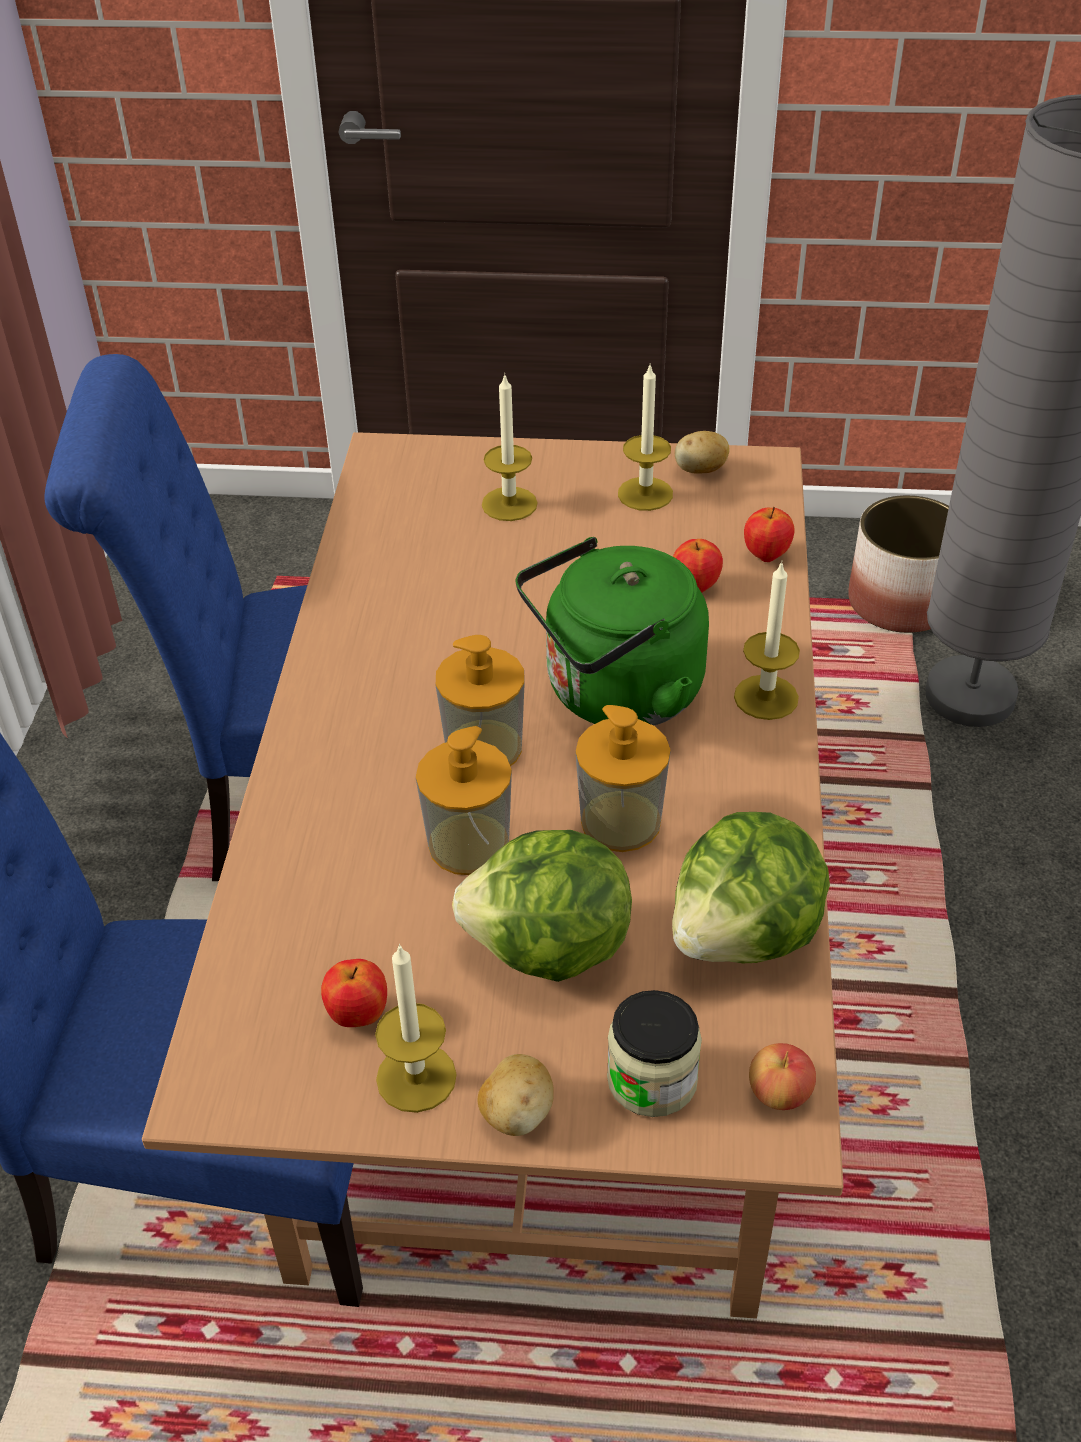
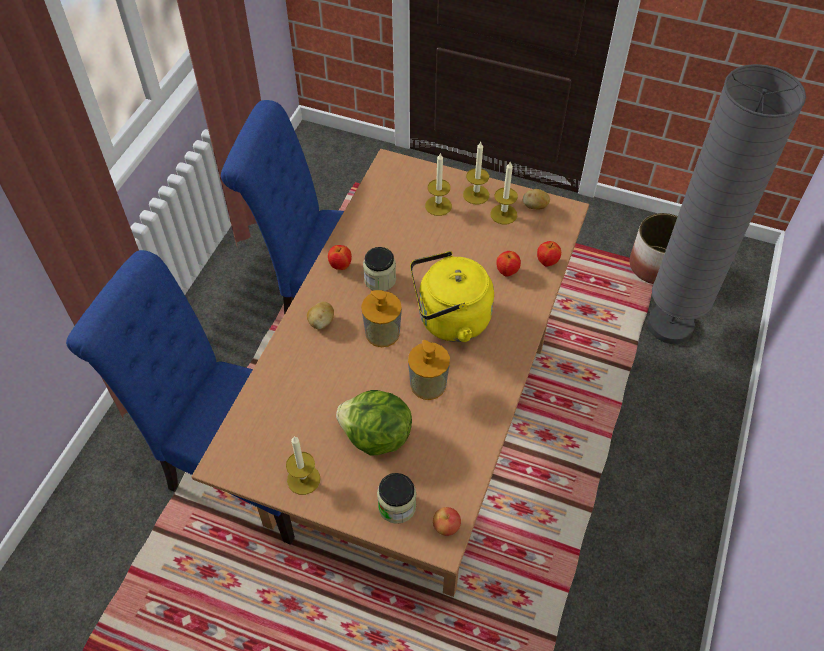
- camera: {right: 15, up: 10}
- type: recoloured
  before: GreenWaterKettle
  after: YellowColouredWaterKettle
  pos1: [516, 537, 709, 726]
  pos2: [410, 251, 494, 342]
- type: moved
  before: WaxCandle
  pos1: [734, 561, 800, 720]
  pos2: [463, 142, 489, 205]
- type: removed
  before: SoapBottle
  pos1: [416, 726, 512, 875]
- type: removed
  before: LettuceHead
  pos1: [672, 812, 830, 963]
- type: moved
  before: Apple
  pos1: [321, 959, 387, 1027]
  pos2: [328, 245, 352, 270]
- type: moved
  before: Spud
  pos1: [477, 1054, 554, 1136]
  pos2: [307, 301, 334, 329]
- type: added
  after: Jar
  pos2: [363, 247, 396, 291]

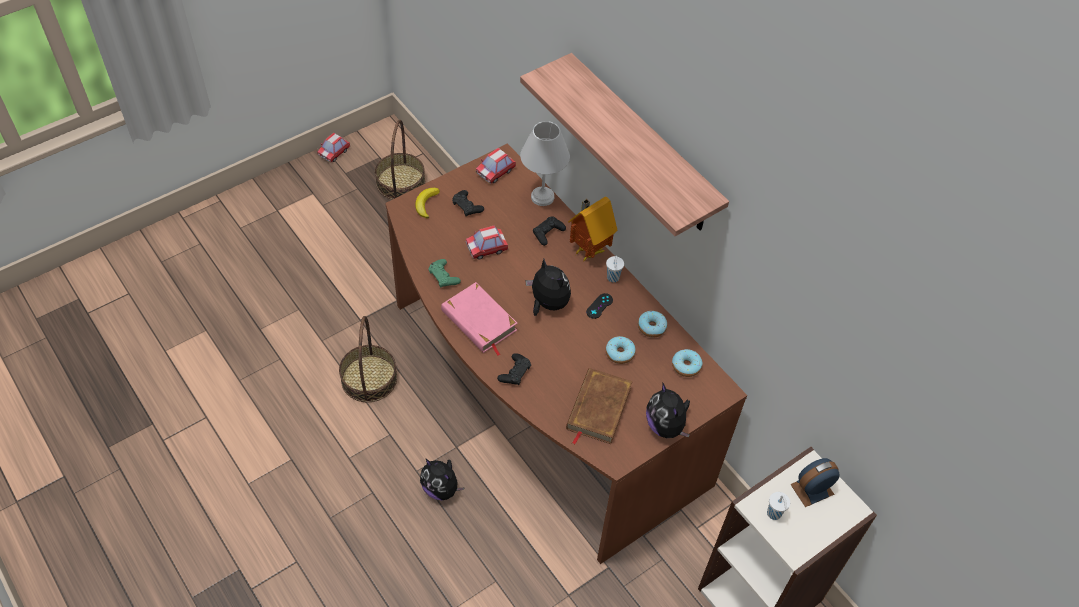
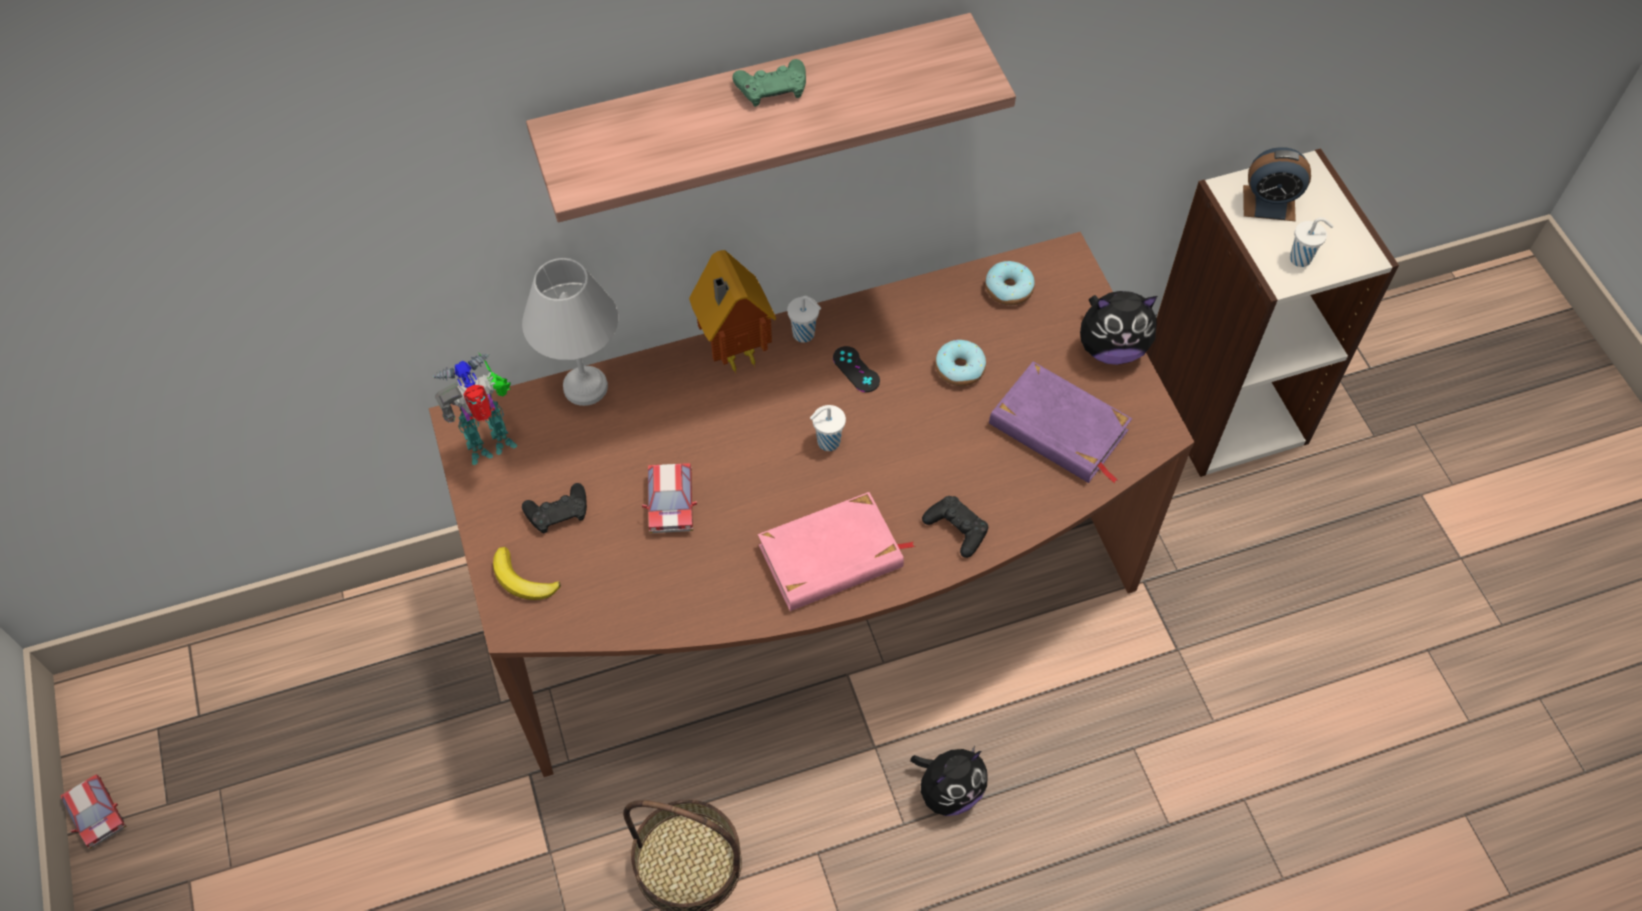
- camera: {right: -70, up: 5}
- type: removed
  before: Basket
  pos1: [375, 120, 425, 200]
- type: replaced
  before: ModelCar
  after: ModelRobot
  pos1: [476, 148, 516, 184]
  pos2: [432, 353, 517, 465]
- type: removed
  before: BlackColouredGameController
  pos1: [533, 216, 566, 246]
- type: moved
  before: GreenGameController
  pos1: [428, 259, 461, 288]
  pos2: [732, 59, 806, 107]
- type: replaced
  before: PlushToy
  after: WhiteColouredDrinkingCup
  pos1: [526, 259, 571, 316]
  pos2: [810, 405, 846, 451]
- type: removed
  before: Donut
  pos1: [638, 311, 667, 337]
- type: recoloured
  before: BrownBoundBook
  after: PurpleBoundBook
  pos1: [566, 368, 632, 445]
  pos2: [989, 362, 1132, 483]
- type: turned
  before: BedsideClock
  pos1: [790, 458, 840, 507]
  pos2: [1243, 147, 1311, 221]
  turn: -75

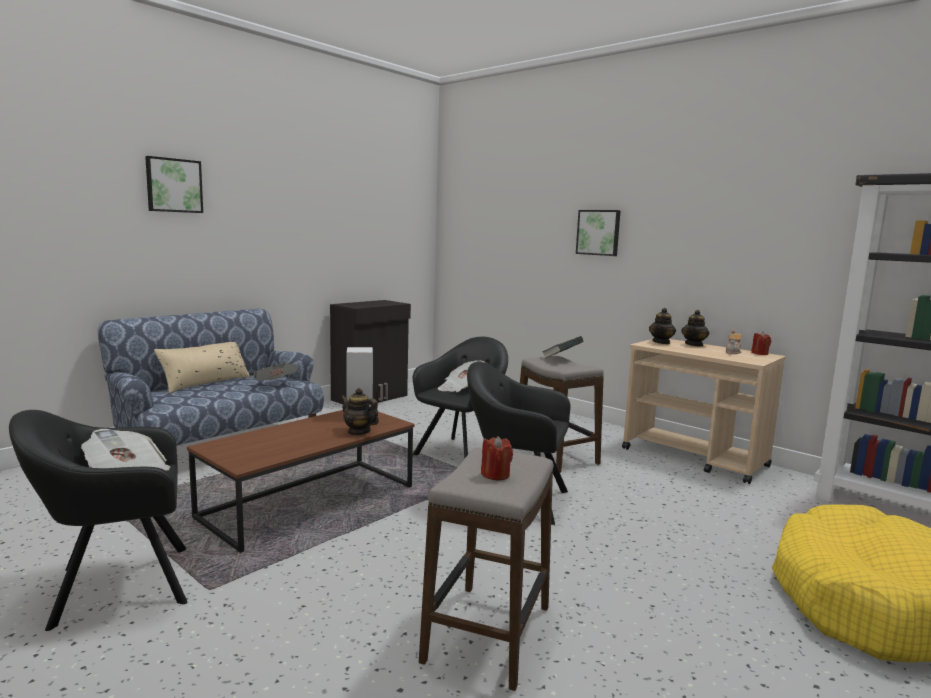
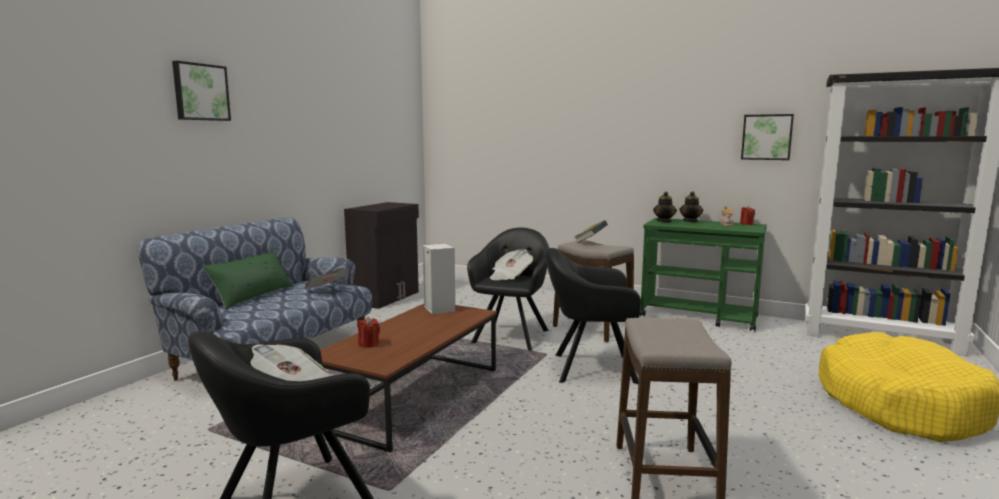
- camera: {right: -15, up: 0}
- type: moved
  before: Picture
  pos1: [576, 210, 621, 256]
  pos2: [741, 114, 794, 160]
- type: recoloured
  before: BeigeTrolley
  after: GreenTrolley
  pos1: [622, 339, 786, 484]
  pos2: [640, 218, 767, 332]
- type: recoloured
  before: BeigeCushion
  after: GreenCushion
  pos1: [154, 342, 250, 393]
  pos2: [202, 252, 293, 310]
- type: removed
  before: TeaPot
  pos1: [341, 388, 379, 436]
- type: moved
  before: ReddishWaxCandle
  pos1: [481, 436, 513, 480]
  pos2: [358, 317, 380, 348]

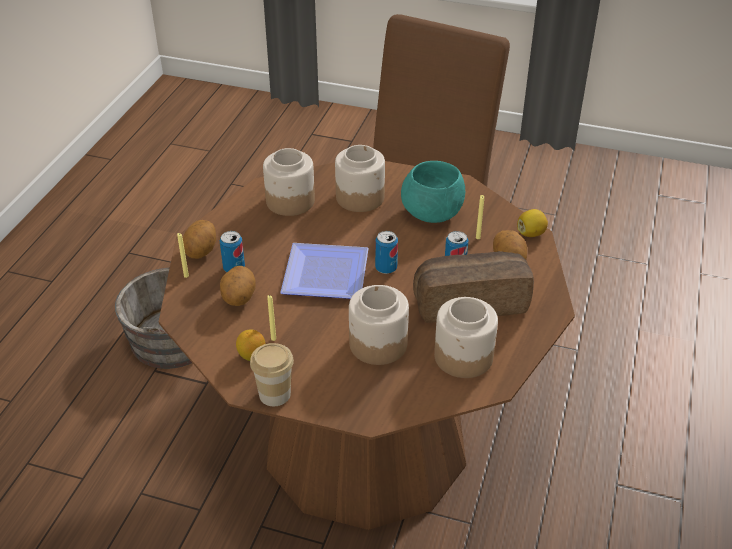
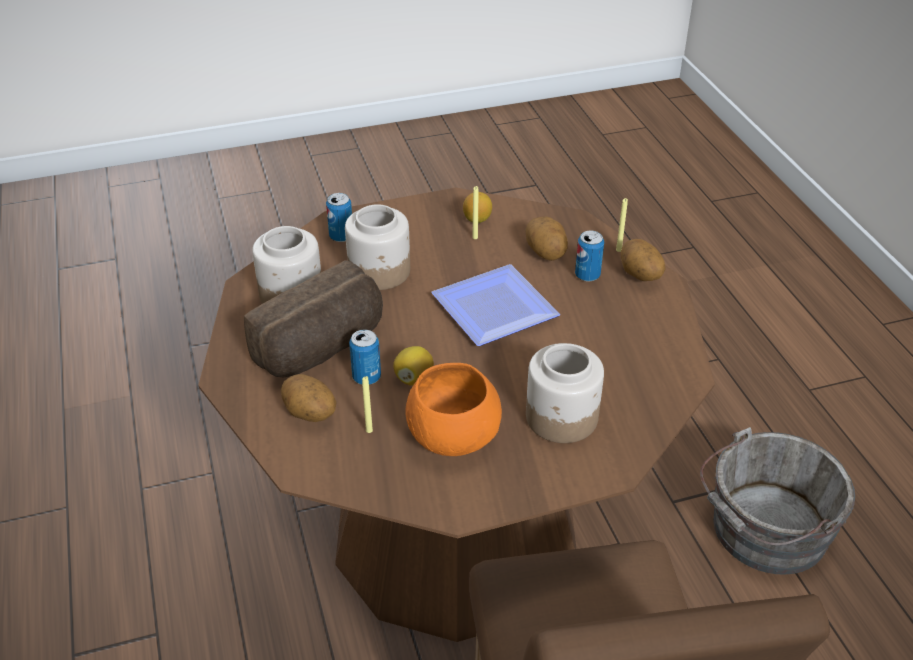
- camera: {right: 145, up: 0}
- type: removed
  before: Jar
  pos1: [263, 148, 315, 216]
- type: recoloured
  before: TurquoiseServingBowl
  after: OrangeServingBowl
  pos1: [401, 161, 465, 223]
  pos2: [405, 363, 502, 456]
- type: moved
  before: WholeLemon
  pos1: [517, 209, 548, 237]
  pos2: [393, 346, 434, 386]
- type: moved
  before: Can
  pos1: [375, 231, 398, 274]
  pos2: [326, 193, 352, 242]
- type: removed
  before: DrinkingCup
  pos1: [250, 343, 294, 406]

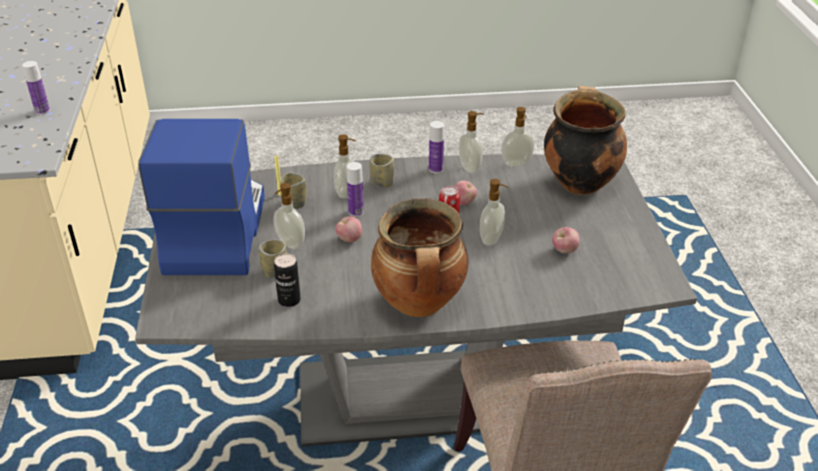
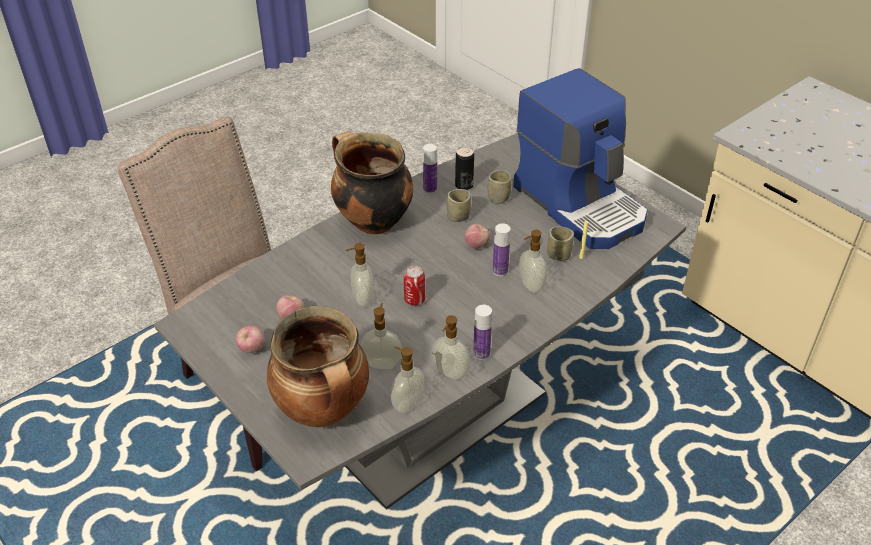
- camera: {right: 145, up: 5}
- type: moved
  before: Bottle
  pos1: [22, 61, 50, 115]
  pos2: [423, 144, 437, 194]
- type: moved
  before: DrinkingCup
  pos1: [370, 154, 394, 187]
  pos2: [447, 189, 471, 222]
- type: moved
  before: Apple
  pos1: [454, 181, 477, 205]
  pos2: [236, 325, 265, 353]
- type: moved
  before: SoapBottle
  pos1: [274, 183, 305, 249]
  pos2: [361, 303, 402, 369]

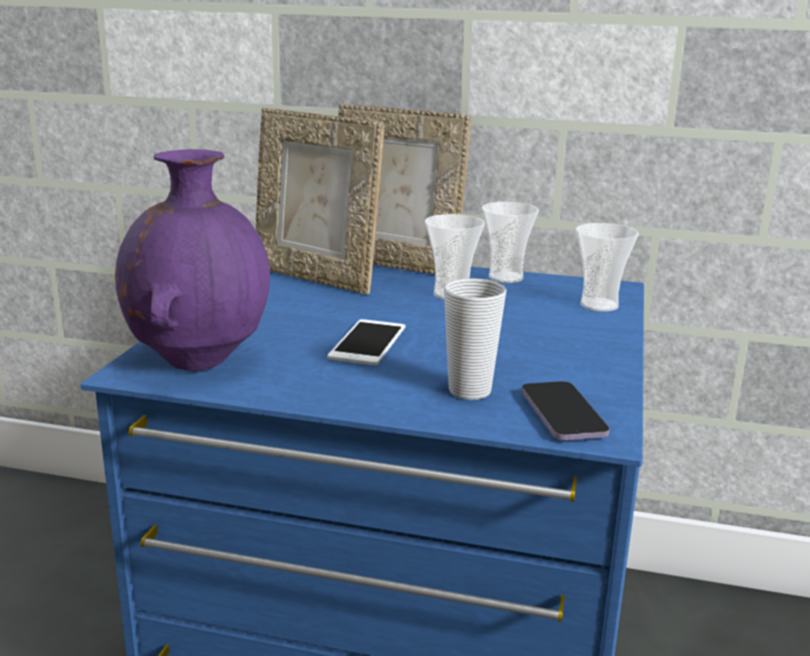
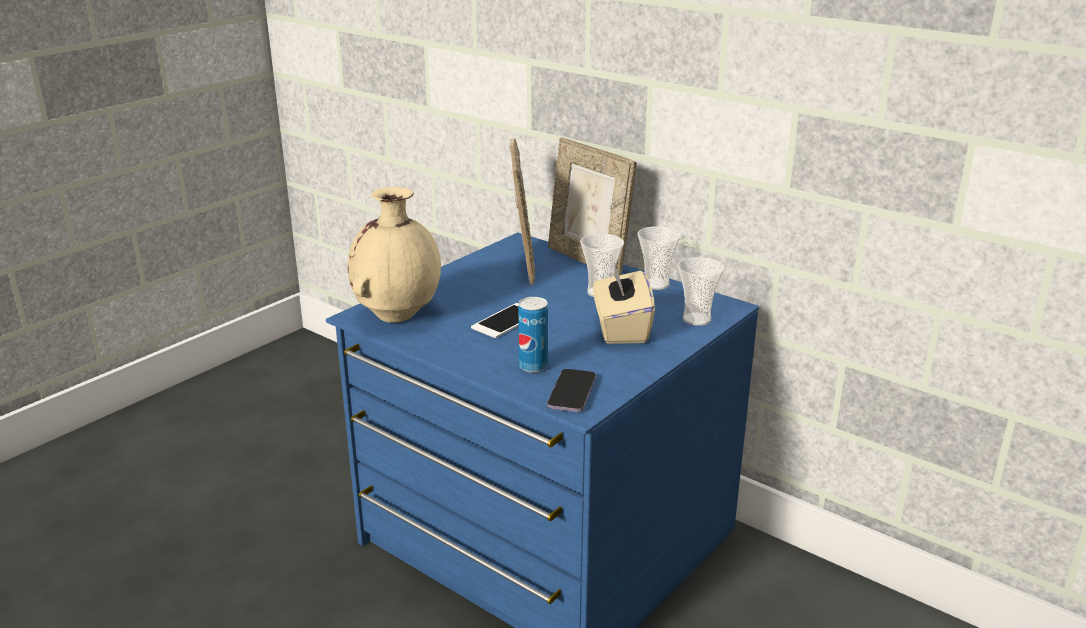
- camera: {right: 25, up: 5}
- type: turned
  before: StandingFrame
  pos1: [255, 108, 384, 294]
  pos2: [510, 138, 535, 284]
  turn: -150
- type: recoloured
  before: PurpleVase
  after: BeigeVase
  pos1: [115, 149, 270, 371]
  pos2: [348, 187, 441, 323]
- type: replaced
  before: DrinkingCup
  after: Can
  pos1: [444, 278, 507, 400]
  pos2: [518, 297, 548, 373]
- type: added
  after: BeigeTissueHolder
  pos2: [593, 262, 655, 344]

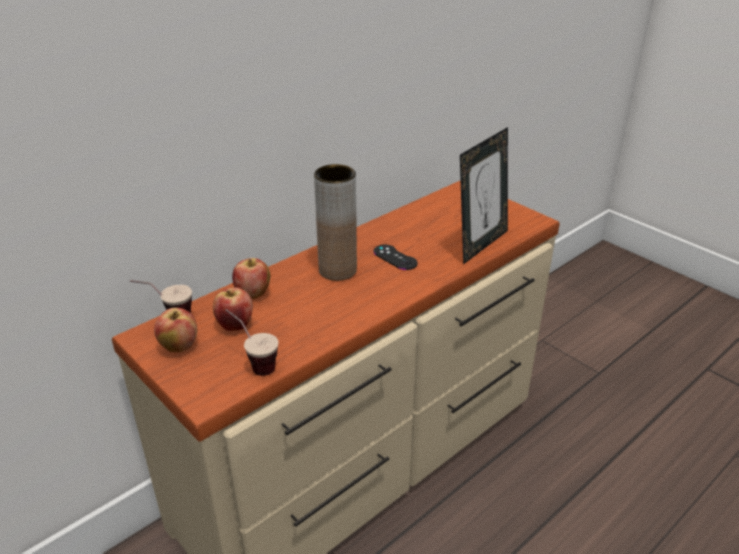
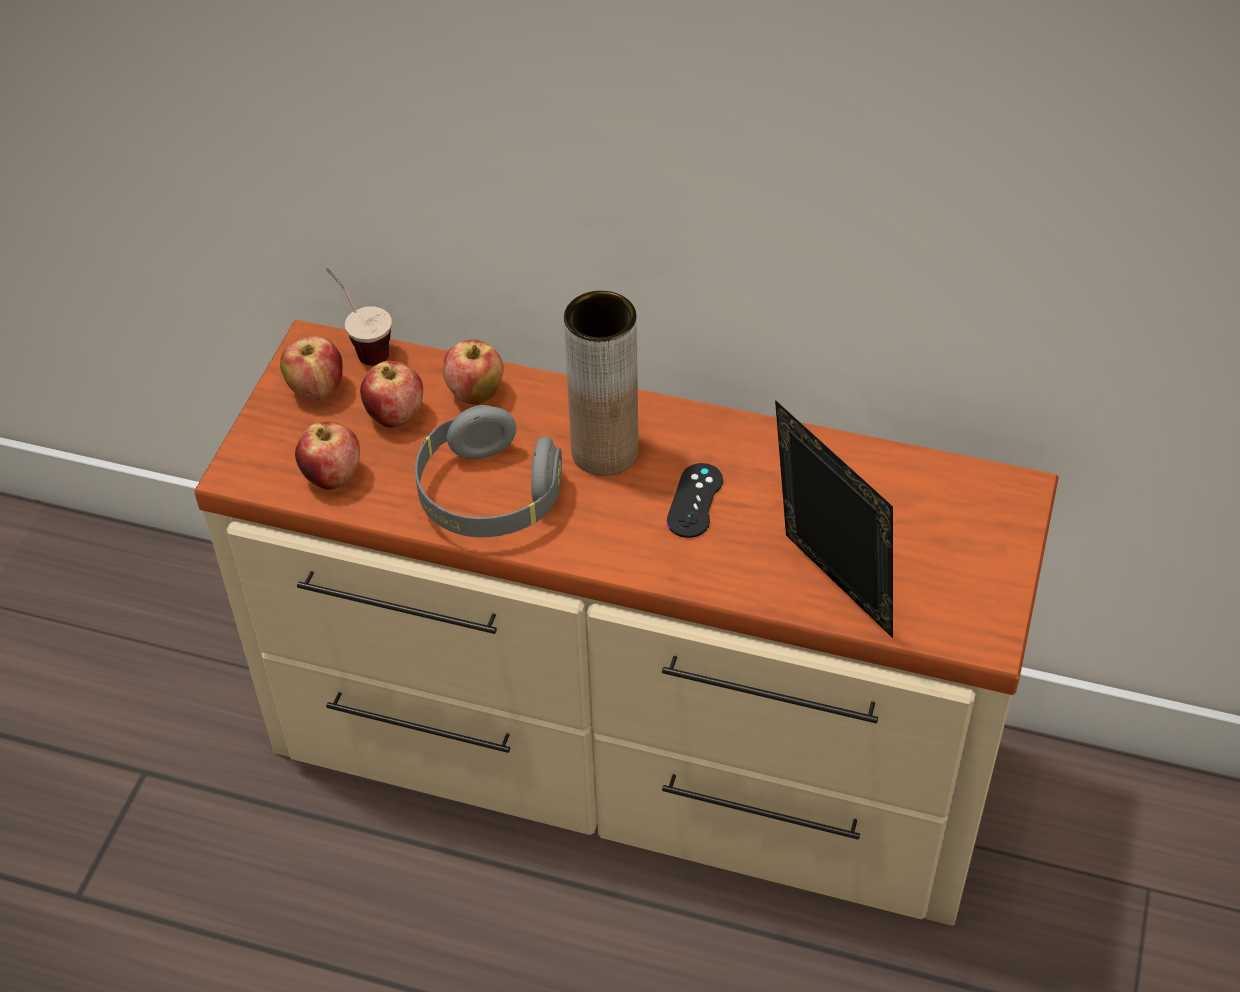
- camera: {right: 60, up: 15}
- type: turned
  before: StandingFrame
  pos1: [460, 127, 508, 265]
  pos2: [775, 400, 893, 638]
  turn: -135
- type: replaced
  before: DrinkingCup
  after: Apple
  pos1: [225, 309, 278, 376]
  pos2: [295, 421, 360, 490]
- type: added
  after: GreyHeadphones
  pos2: [415, 405, 562, 537]

